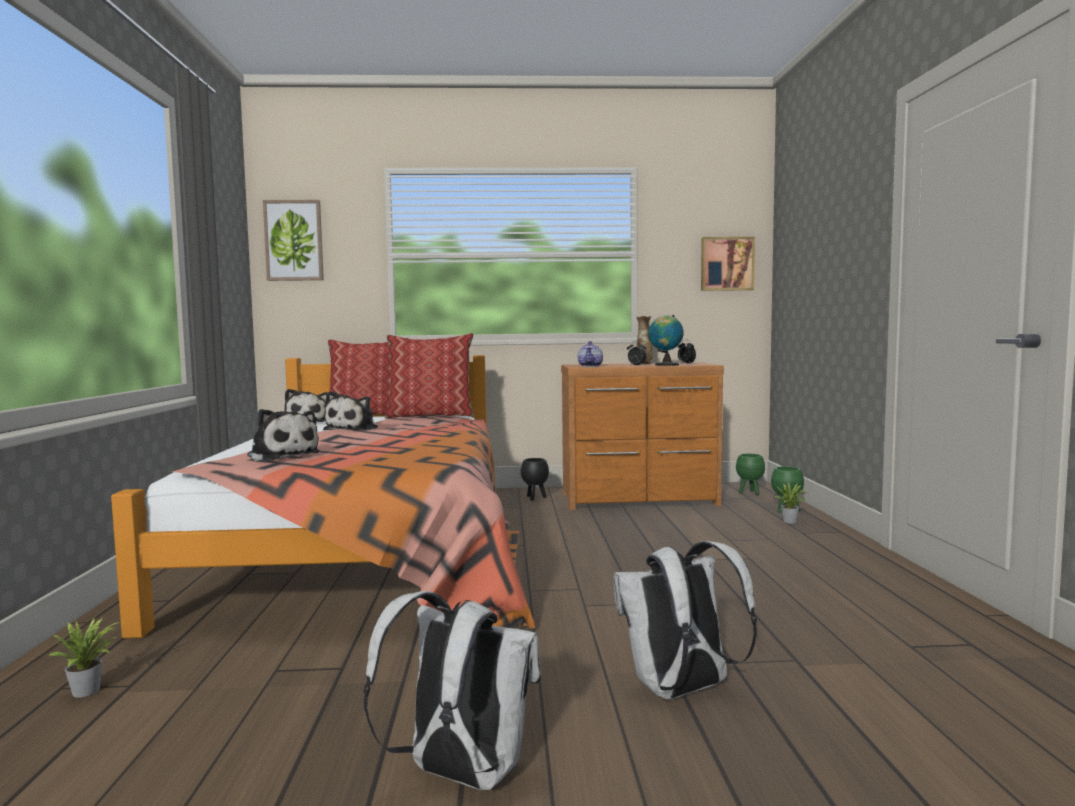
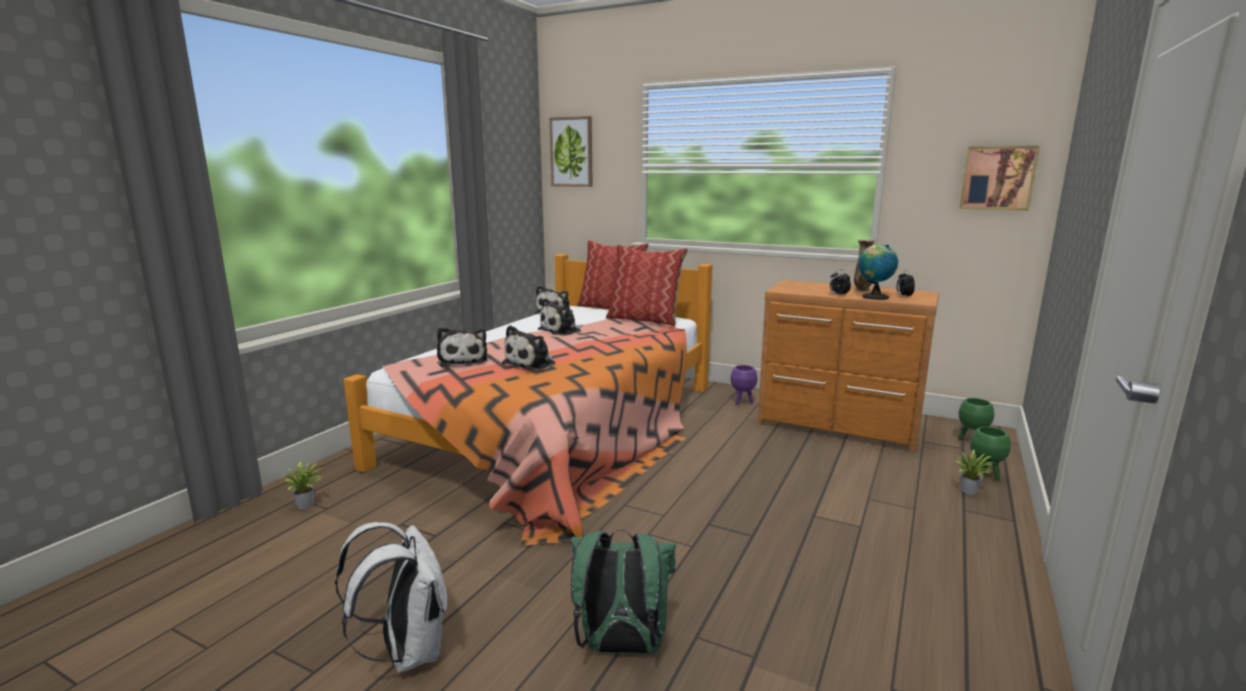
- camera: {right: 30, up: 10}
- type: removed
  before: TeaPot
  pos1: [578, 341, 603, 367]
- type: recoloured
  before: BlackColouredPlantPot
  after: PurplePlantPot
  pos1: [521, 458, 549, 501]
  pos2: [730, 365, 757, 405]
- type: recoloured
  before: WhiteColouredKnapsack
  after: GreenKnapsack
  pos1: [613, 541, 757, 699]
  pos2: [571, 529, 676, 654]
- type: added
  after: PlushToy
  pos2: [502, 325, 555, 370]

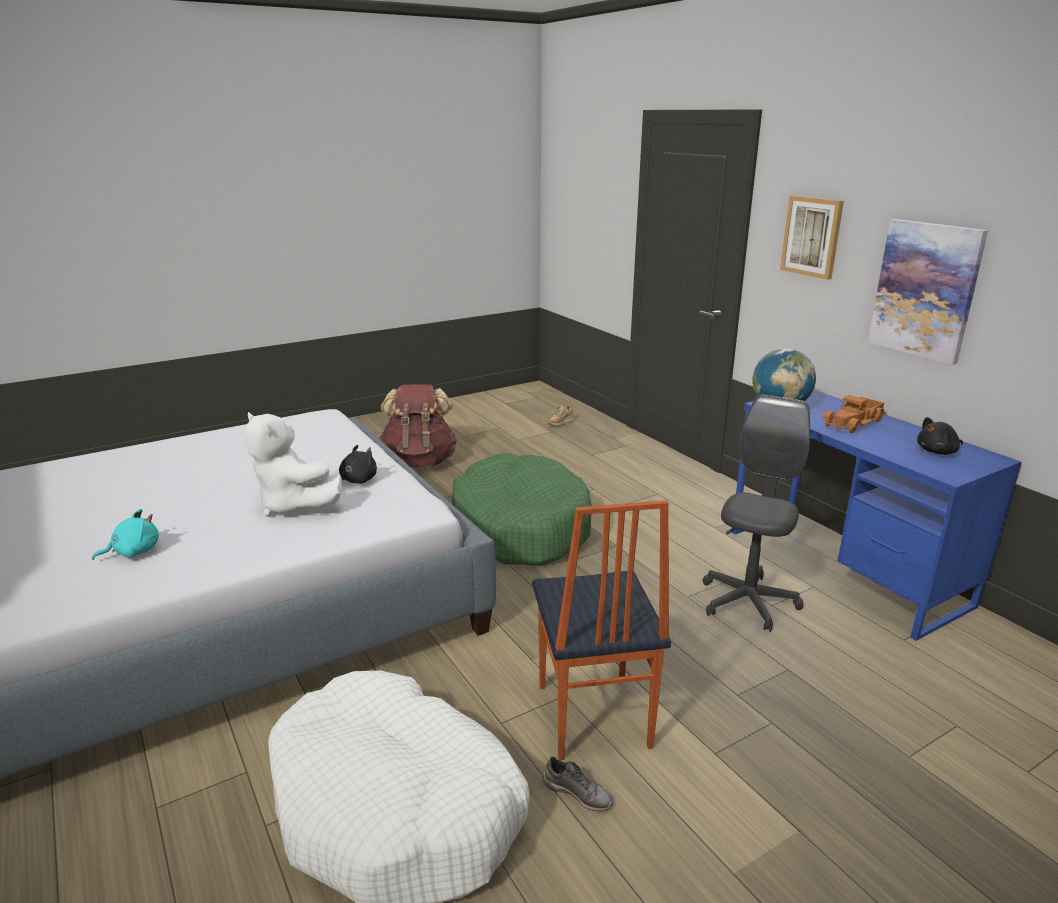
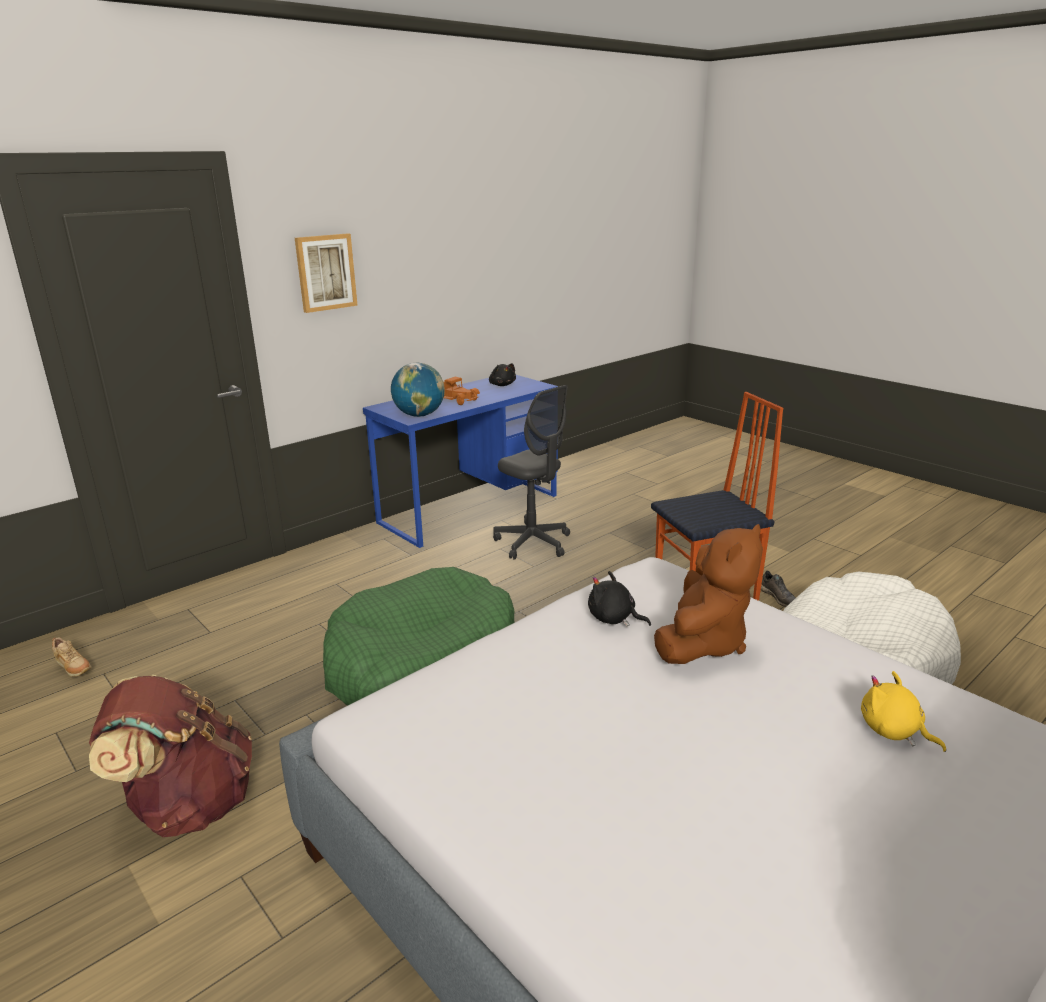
- camera: {right: -100, up: 0}
- type: removed
  before: Picture
  pos1: [868, 219, 988, 365]
- type: turned
  before: GreyOfficeChair
  pos1: [703, 394, 810, 632]
  pos2: [493, 385, 570, 560]
  turn: -150
- type: recoloured
  before: WhiteColouredPlushToy
  after: BrownPlushToy
  pos1: [244, 412, 342, 517]
  pos2: [654, 524, 763, 664]
- type: recoloured
  before: TurquoisePlushToy
  after: YellowColouredPlushToy
  pos1: [92, 509, 159, 560]
  pos2: [861, 671, 946, 752]
- type: turned
  before: GreyItemOfFootwear
  pos1: [542, 757, 613, 811]
  pos2: [761, 570, 795, 607]
  turn: 135

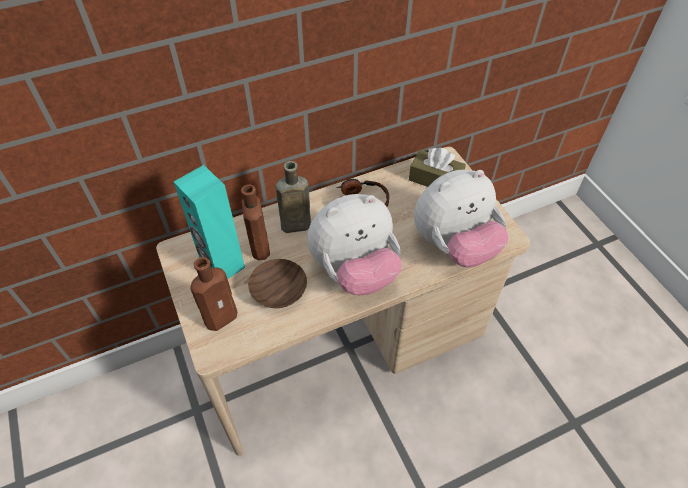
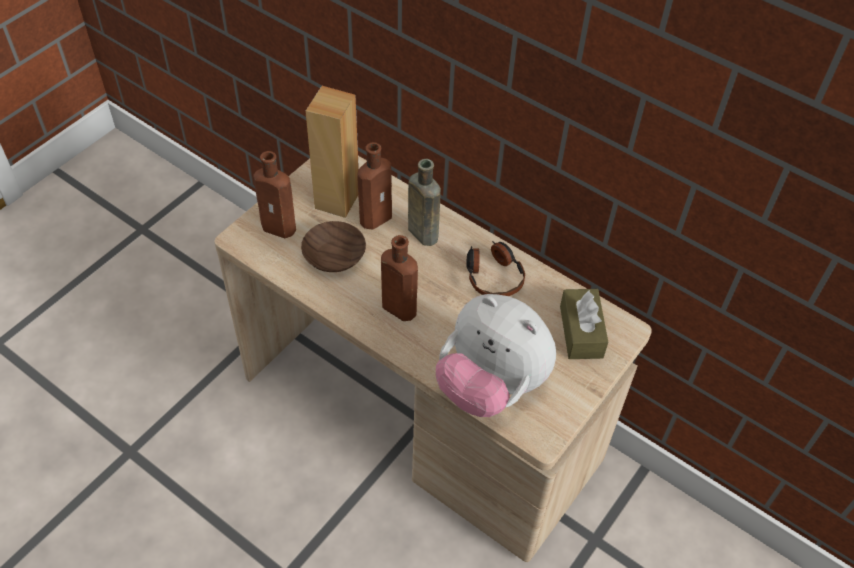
- camera: {right: 60, up: 0}
- type: recoloured
  before: TurquoiseAudioSpeaker
  after: BrownAudioSpeaker
  pos1: [174, 165, 245, 279]
  pos2: [305, 86, 359, 218]
- type: replaced
  before: PlushToy
  after: BrownBottle
  pos1: [307, 194, 402, 295]
  pos2: [381, 235, 418, 321]

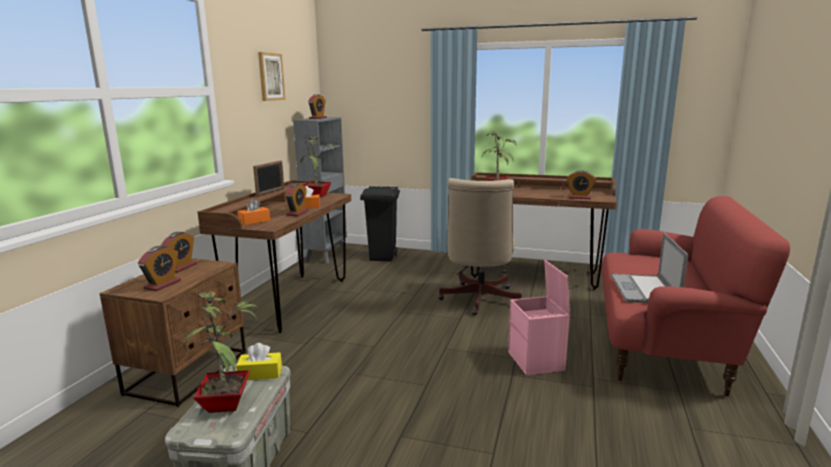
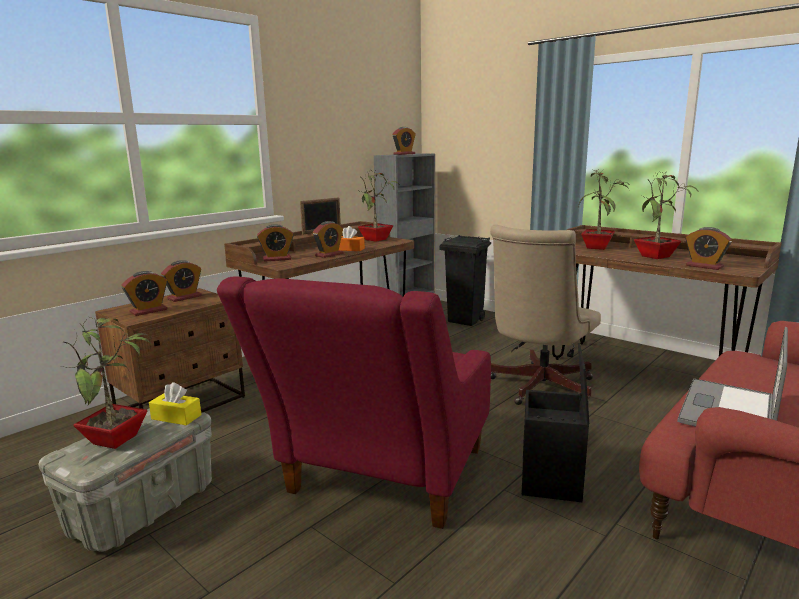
- camera: {right: 25, up: 0}
- type: removed
  before: Picture
  pos1: [258, 52, 286, 101]
- type: replaced
  before: OrangeTissueHolder
  after: BedsideClock
  pos1: [237, 199, 270, 225]
  pos2: [257, 224, 294, 262]
- type: recoloured
  before: PinkishStorageContainer
  after: BlackColouredStorageContainer
  pos1: [508, 260, 570, 376]
  pos2: [522, 343, 589, 502]
- type: added
  after: Houseplant
  pos2: [634, 171, 699, 259]
- type: added
  after: ReddishArmchair
  pos2: [217, 276, 491, 529]

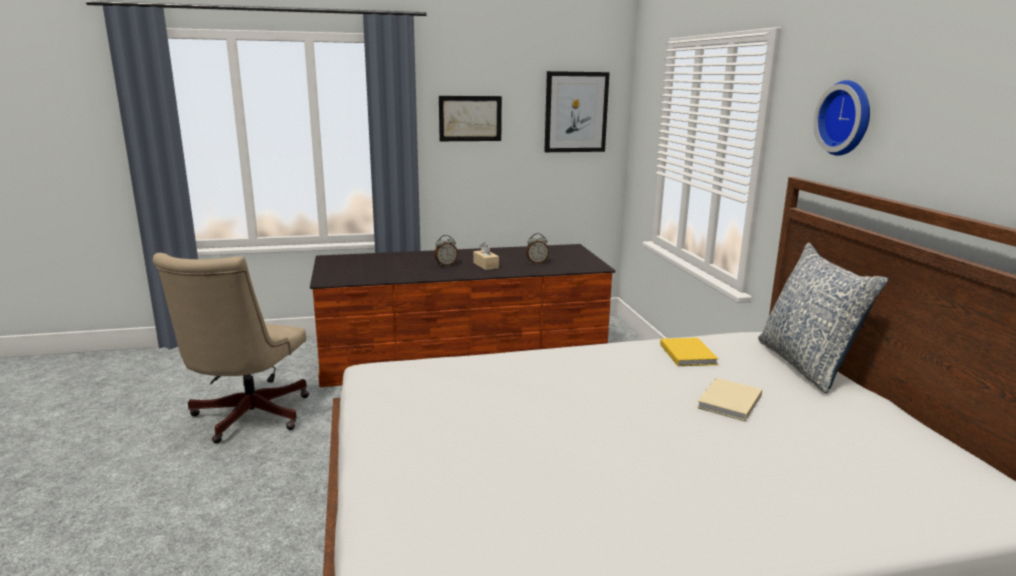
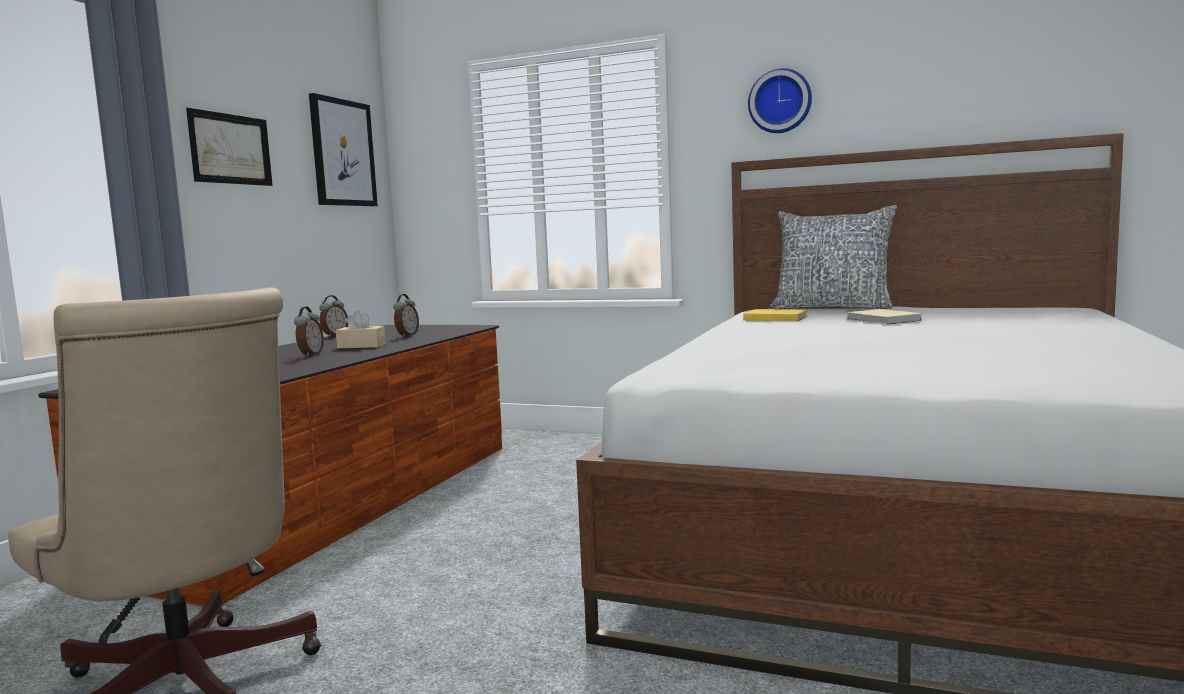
- camera: {right: -55, up: -10}
- type: added
  after: BedsideClock
  pos2: [319, 295, 348, 337]

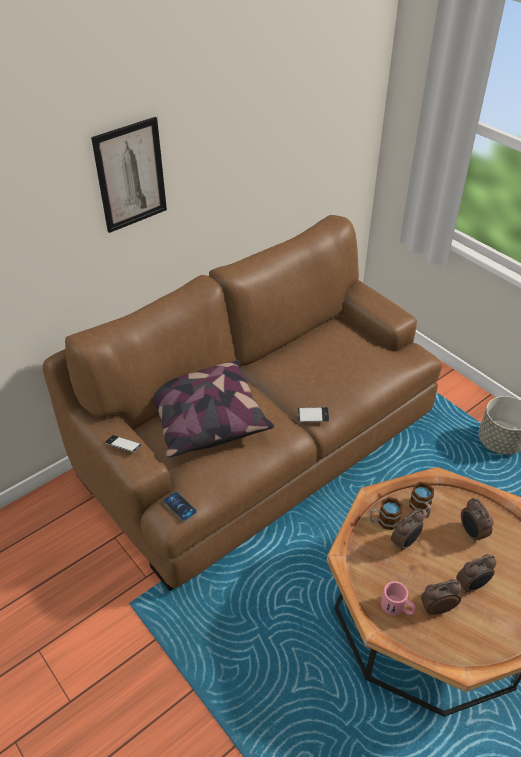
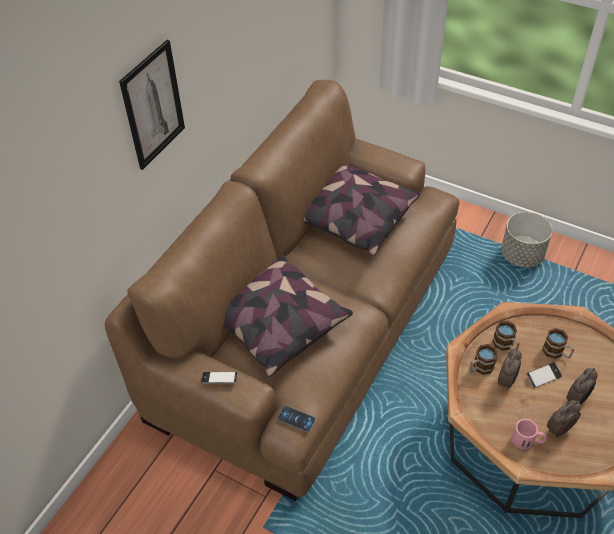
- camera: {right: -20, up: 5}
- type: moved
  before: Phone
  pos1: [297, 407, 329, 422]
  pos2: [527, 362, 562, 388]
- type: replaced
  before: BedsideClock
  after: CoffeeMug
  pos1: [461, 498, 493, 543]
  pos2: [542, 328, 574, 359]
- type: added
  after: Cushion
  pos2: [304, 166, 420, 256]

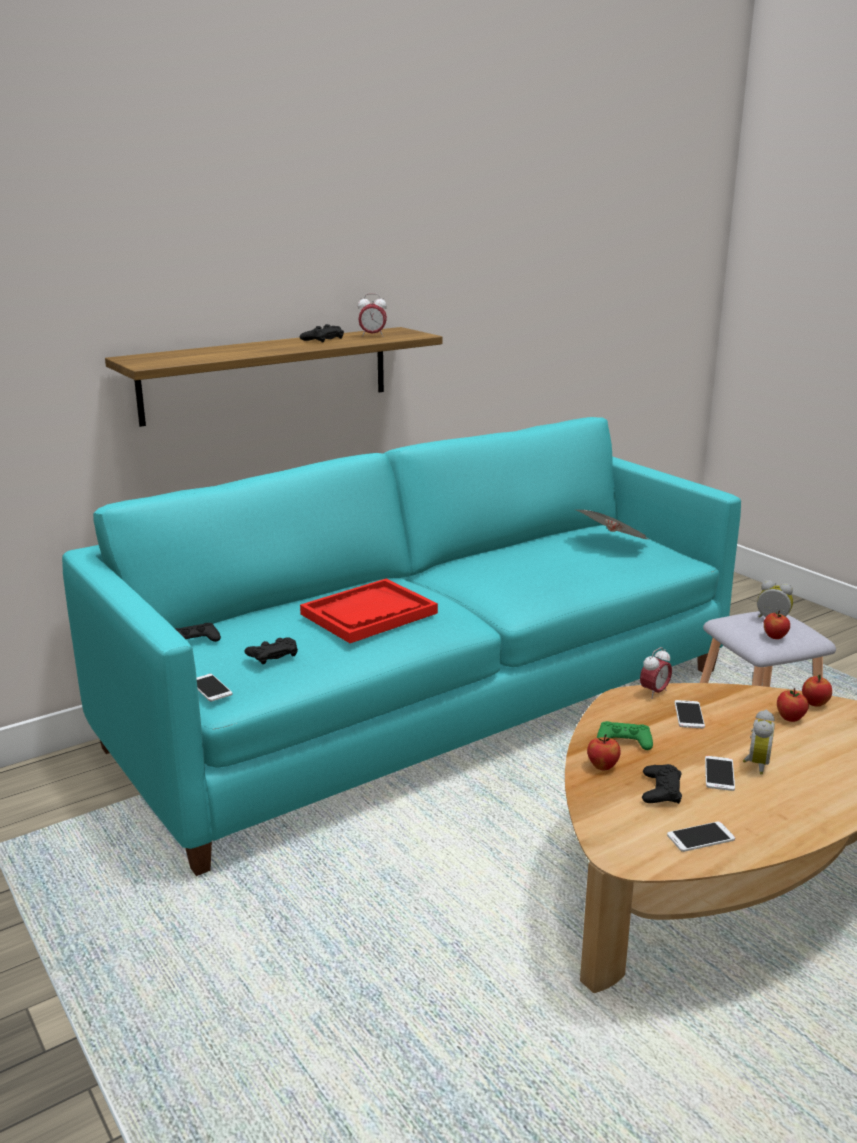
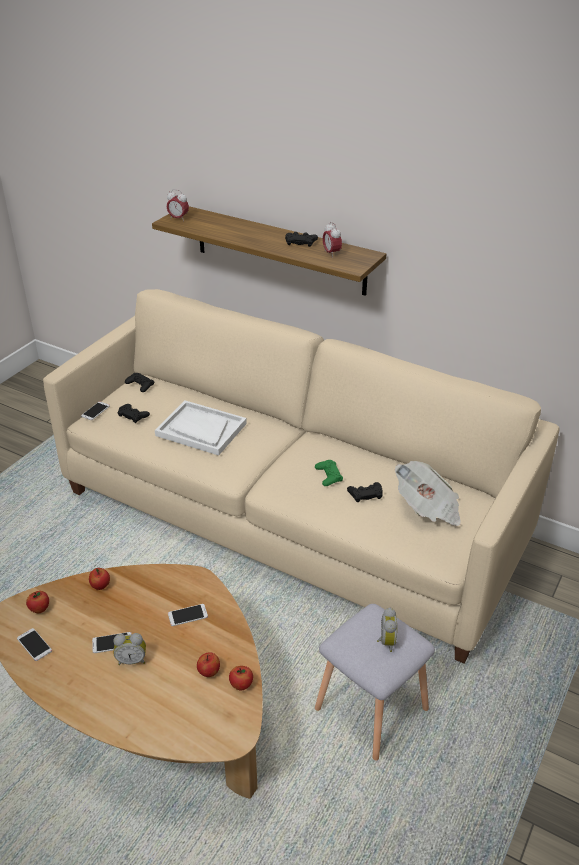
- camera: {right: 65, up: 15}
- type: recoloured
  before: TurquoiseCouch
  after: BeigeCouch
  pos1: [62, 417, 741, 876]
  pos2: [43, 289, 560, 664]
- type: recoloured
  before: ReddishServingTray
  after: WhiteColouredServingTray
  pos1: [300, 579, 438, 643]
  pos2: [155, 401, 247, 456]
- type: moved
  before: Apple
  pos1: [764, 611, 790, 639]
  pos2: [26, 591, 49, 613]
- type: moved
  before: BedsideClock
  pos1: [640, 647, 672, 699]
  pos2: [167, 189, 189, 221]
- type: moved
  before: GreenGameController
  pos1: [597, 721, 653, 750]
  pos2: [315, 460, 343, 486]
- type: moved
  before: BlackColouredGameController
  pos1: [642, 764, 682, 804]
  pos2: [347, 482, 383, 502]

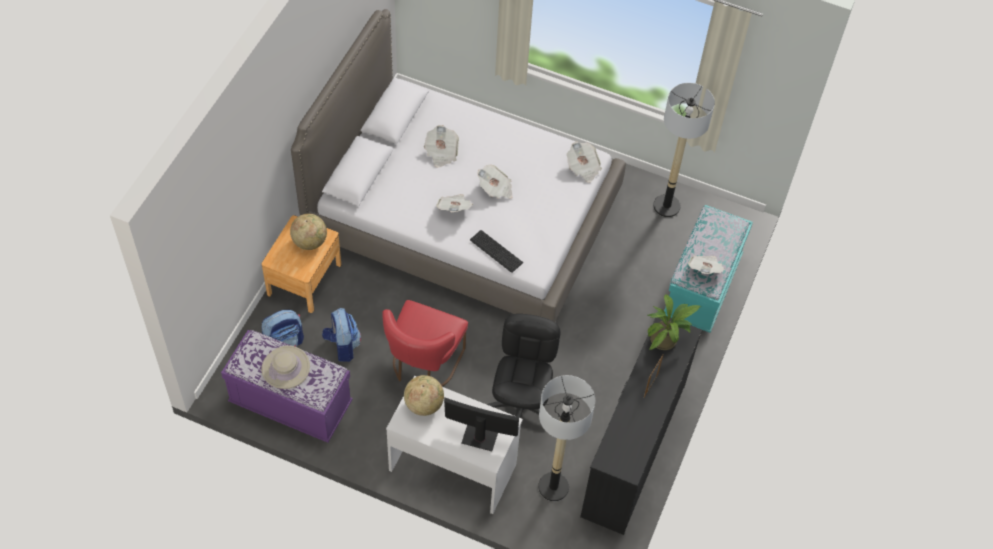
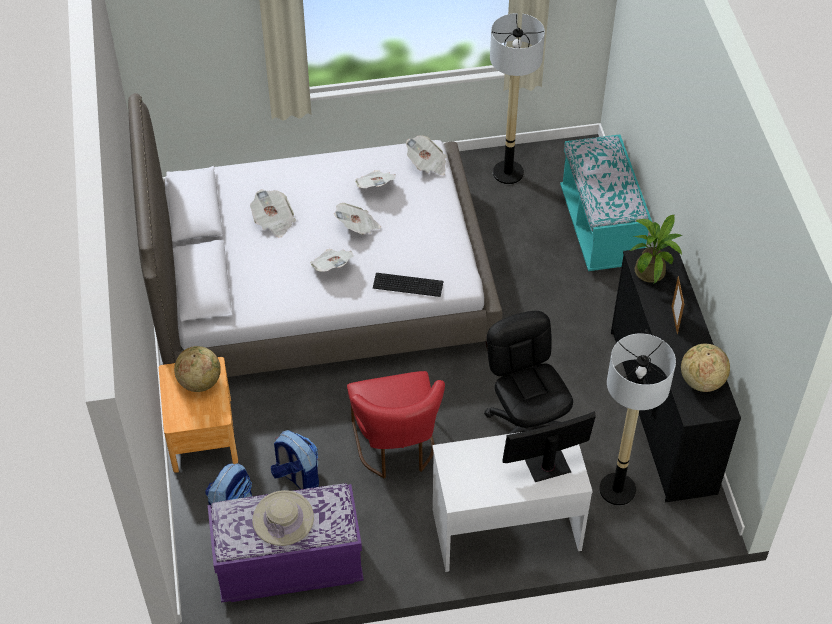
- camera: {right: -30, up: -5}
- type: moved
  before: DailyPaper
  pos1: [688, 255, 725, 274]
  pos2: [355, 170, 396, 188]
- type: moved
  before: DeskGlobe
  pos1: [404, 375, 444, 416]
  pos2: [681, 344, 730, 392]

